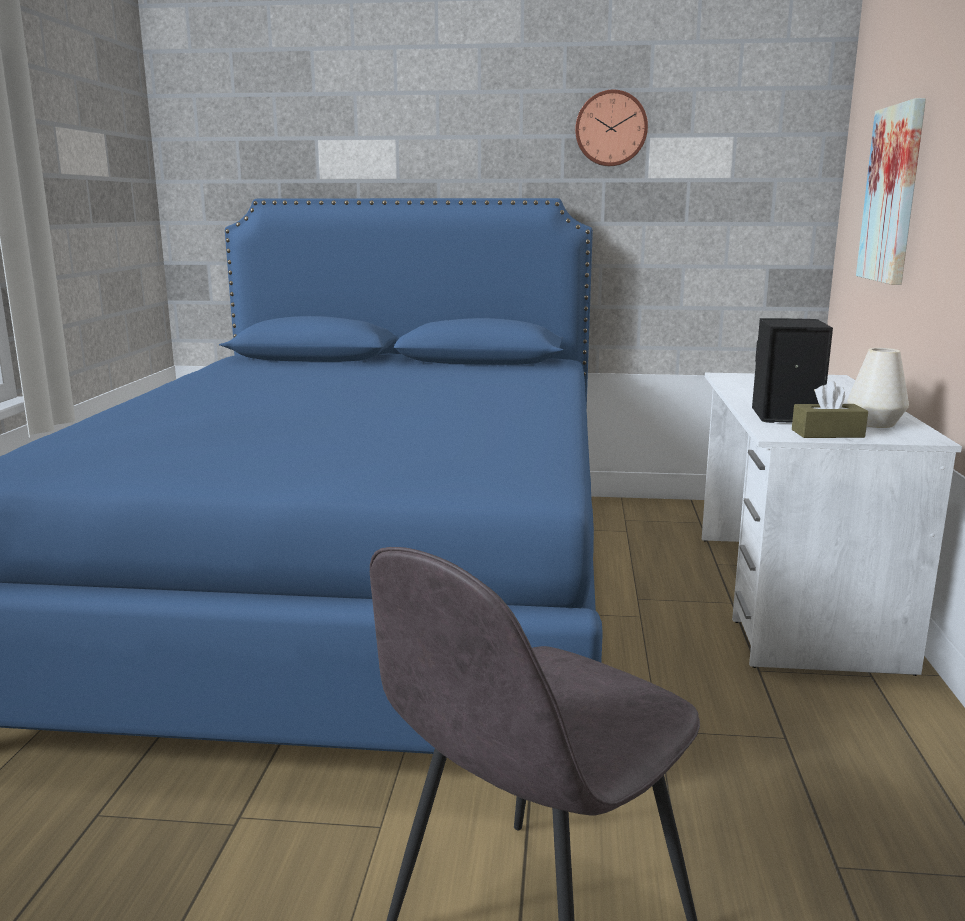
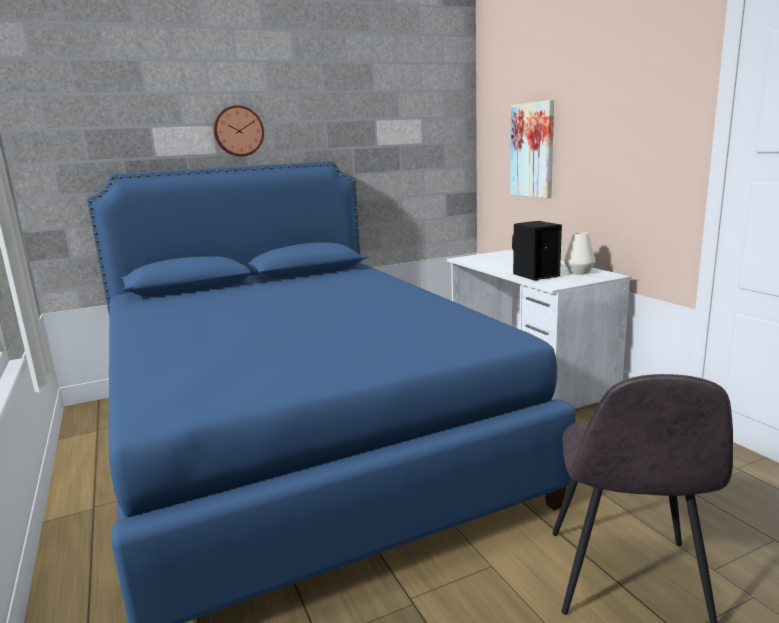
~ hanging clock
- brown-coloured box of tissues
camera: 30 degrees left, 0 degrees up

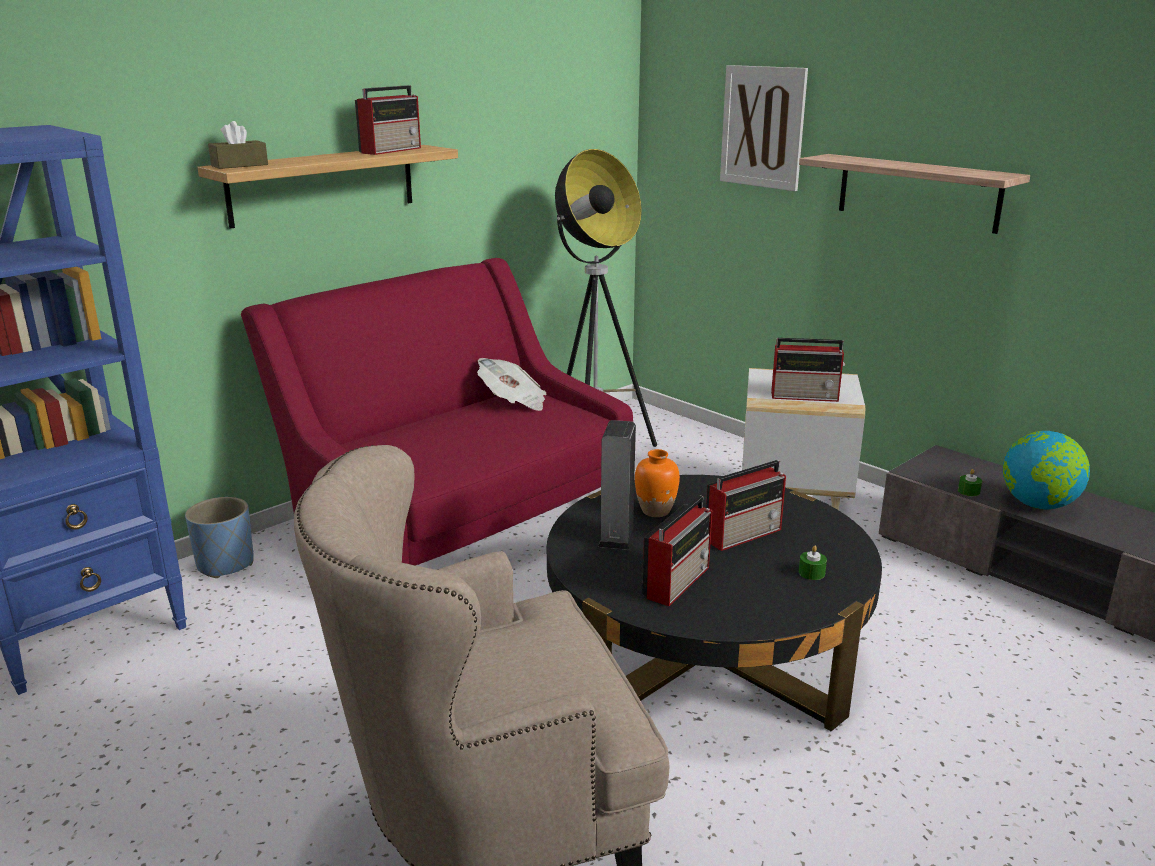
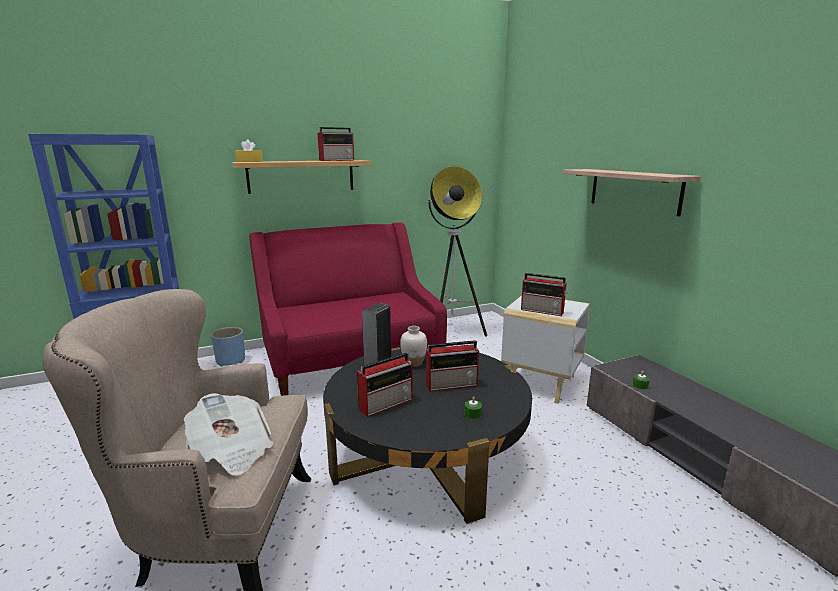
~ newspaper
~ brown-coloured box of tissues to yellow-coloured box of tissues
~ orange flower vase to whitish flower vase
- picture
- world globe
camera: 20 degrees right, 5 degrees down

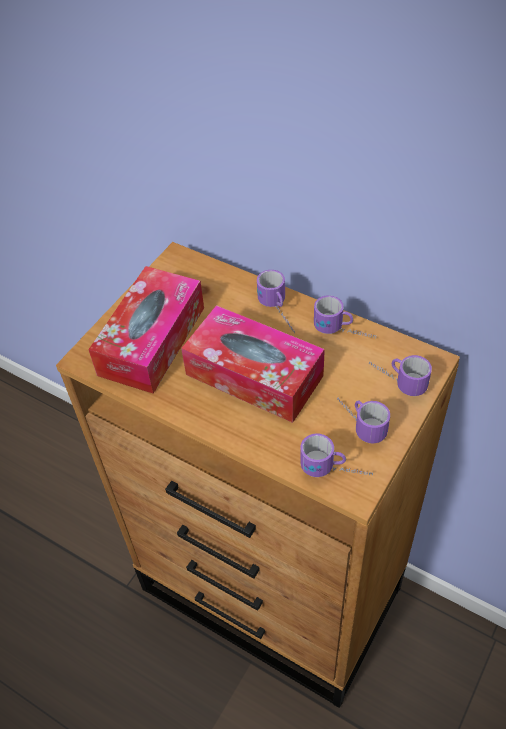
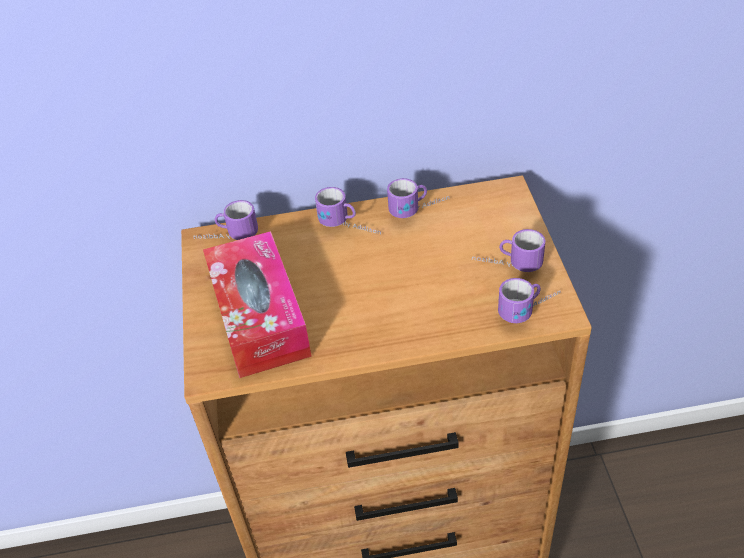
~ coffee mug (no. 5 from left in the first image) to coffee mug (no. 1 from left)
- box of tissues (no. 2 from left)
camera: 40 degrees left, 5 degrees down

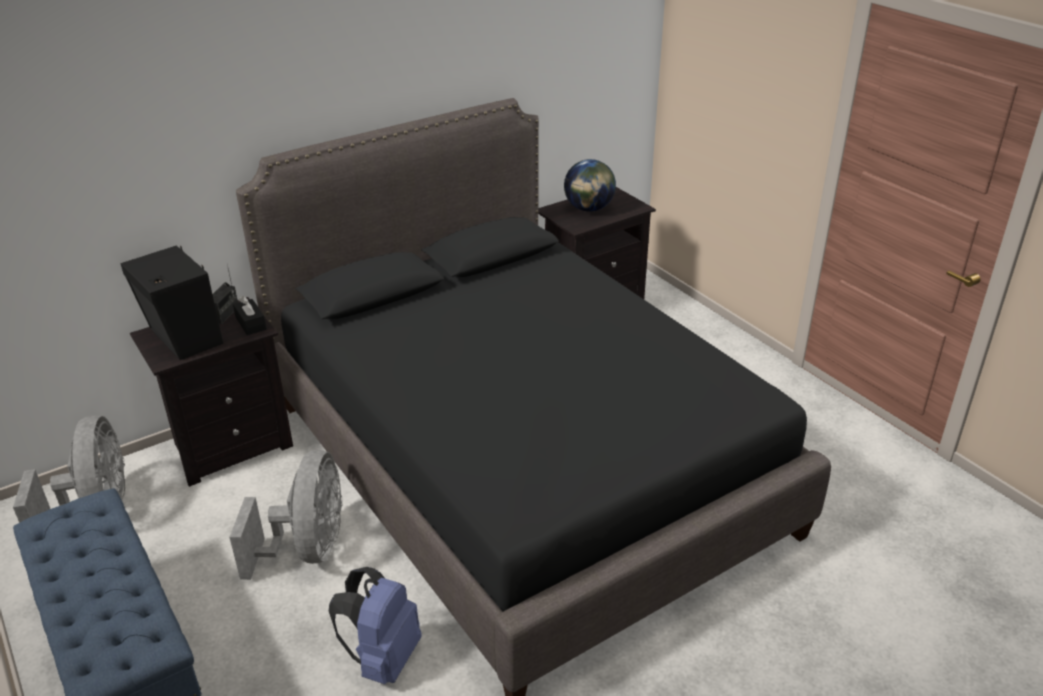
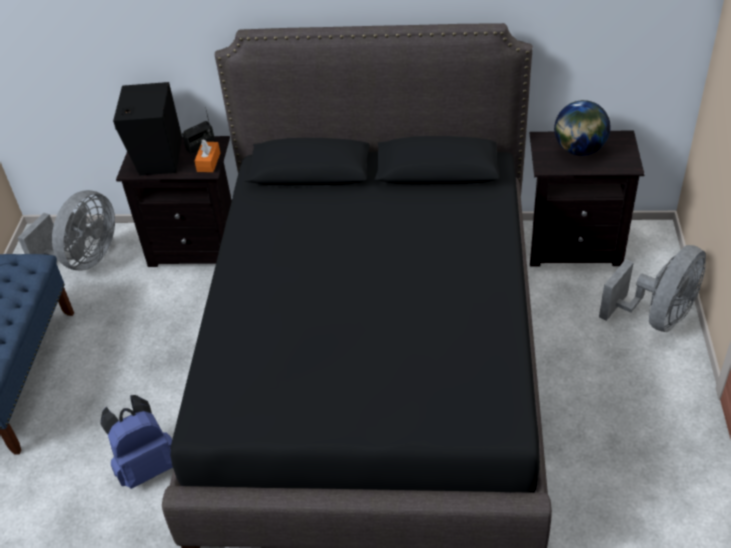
~ black-coloured box of tissues to orange box of tissues
~ greyish fan (no. 2 from left)
camera: 40 degrees right, 10 degrees up

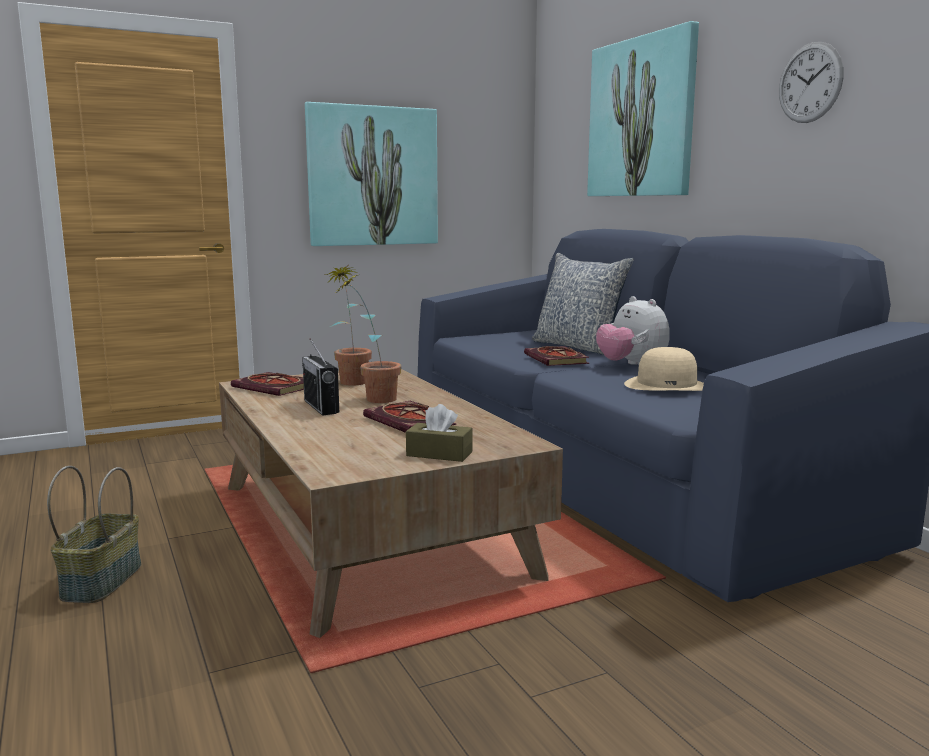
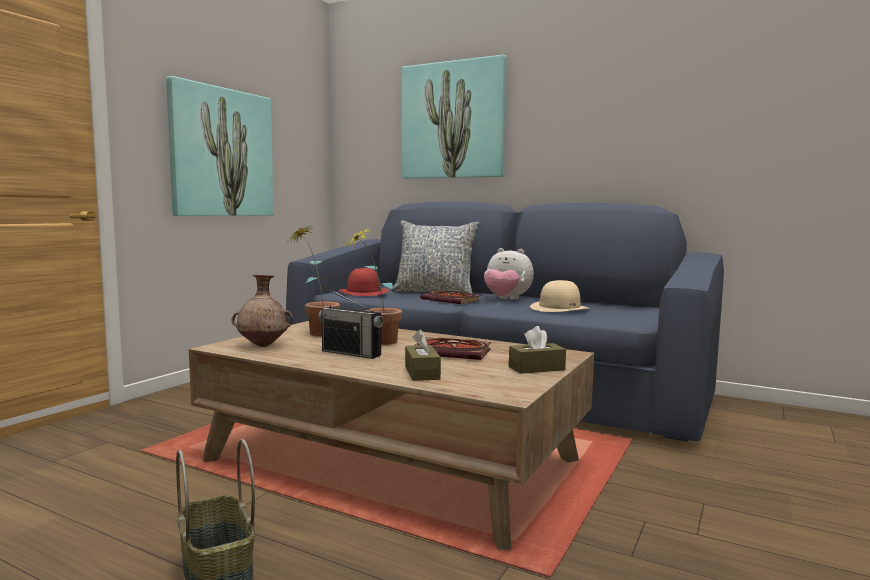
~ book (no. 1 from left) to brown-coloured flower vase
+ reddish hat
+ brown-coloured box of tissues (no. 1 from left)
- hanging clock
camera: 35 degrees left, 5 degrees down

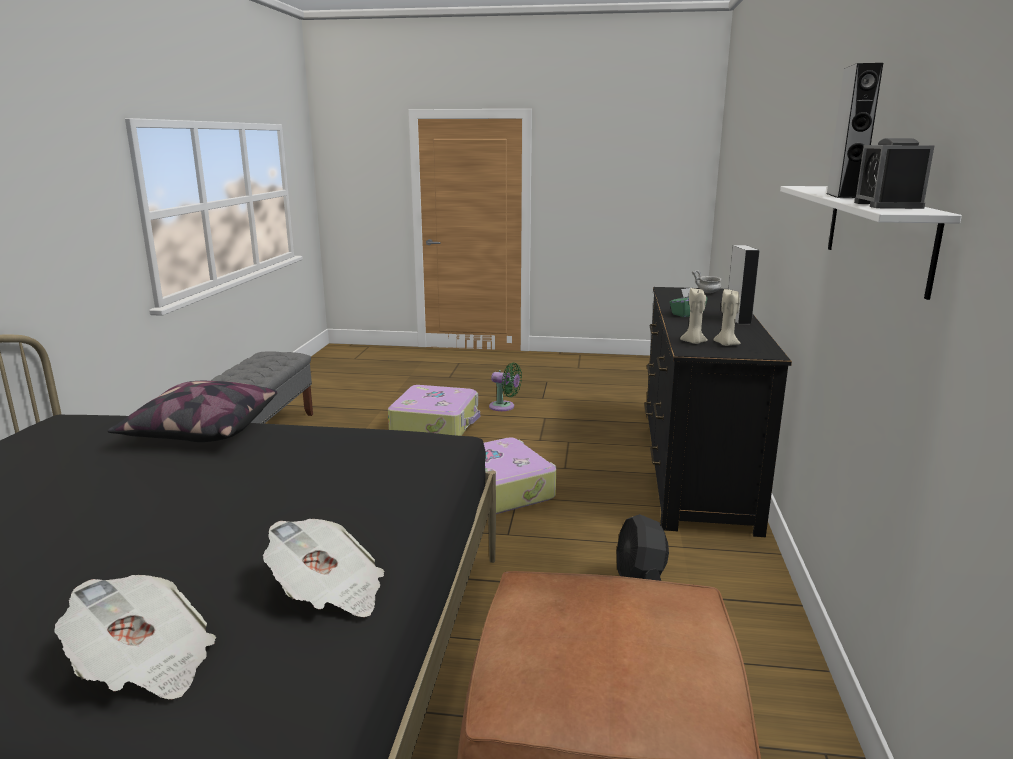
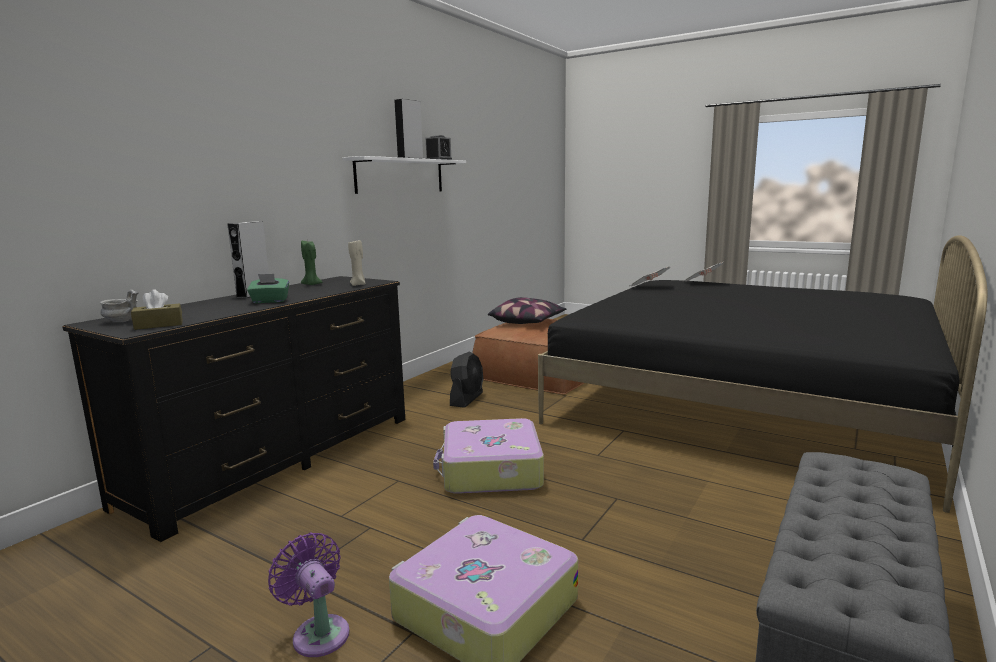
+ brown-coloured box of tissues
~ green fan to purplish fan
+ green wax candle
~ pillow
- sand-coloured wax candle (no. 2 from left)
camera: 155 degrees left, 5 degrees down

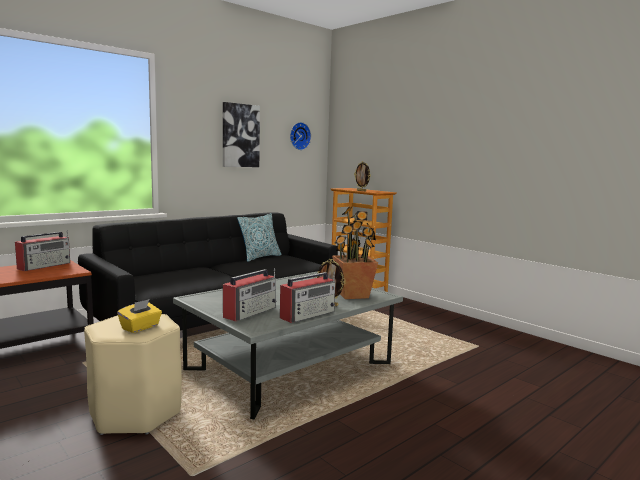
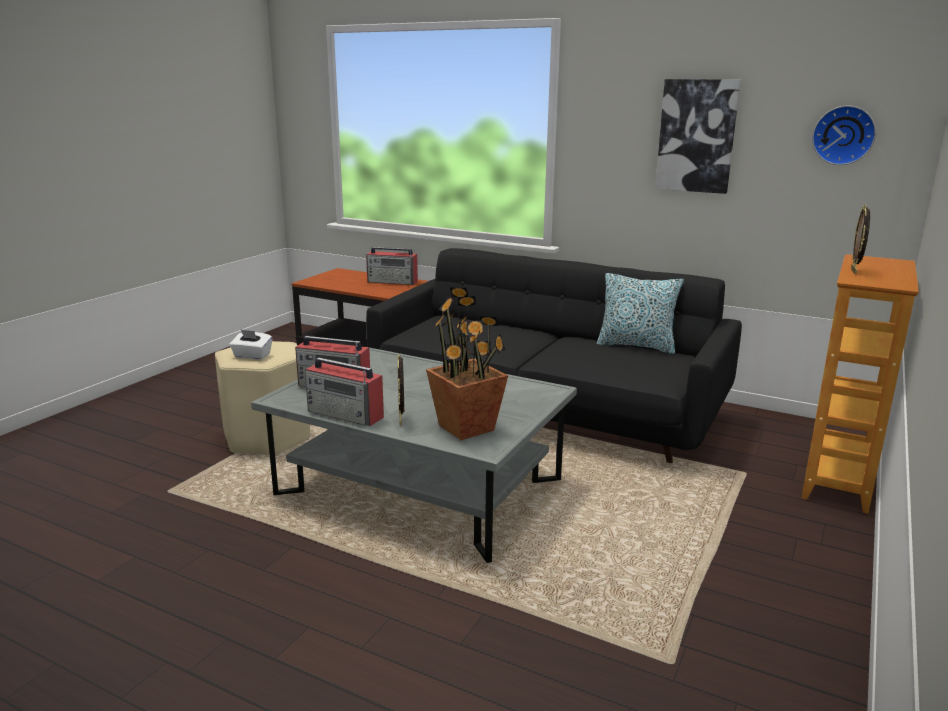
~ yellow-coloured box of tissues to whitish box of tissues
camera: 70 degrees right, 10 degrees up

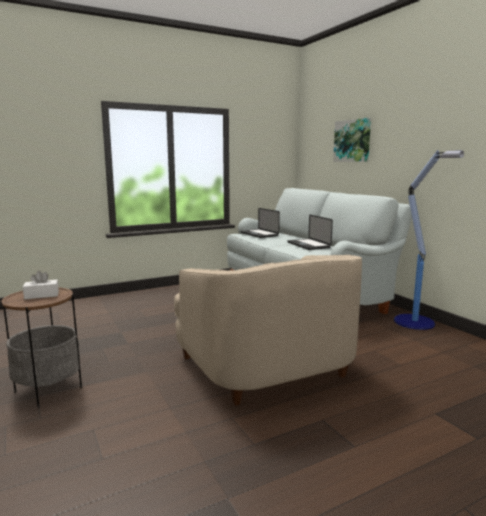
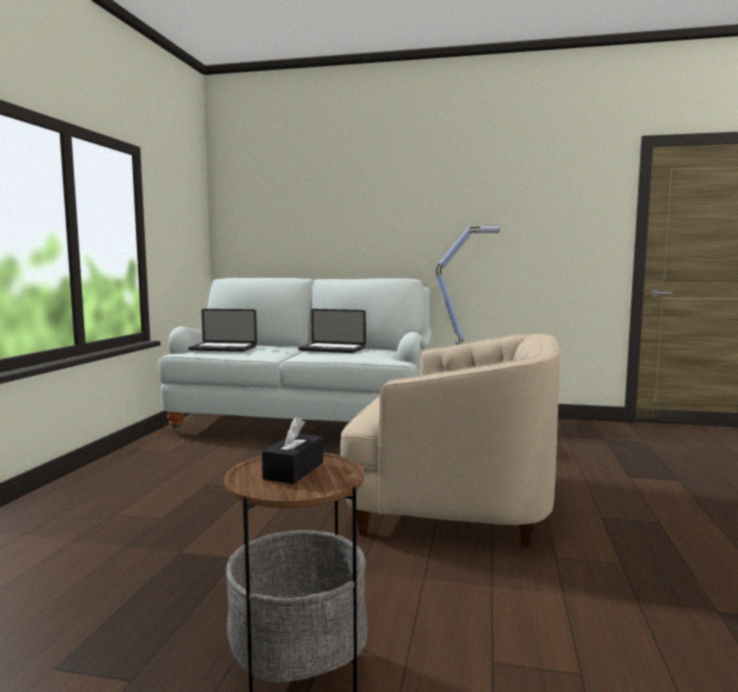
~ whitish box of tissues to black-coloured box of tissues
- picture
camera: 50 degrees left, 5 degrees down

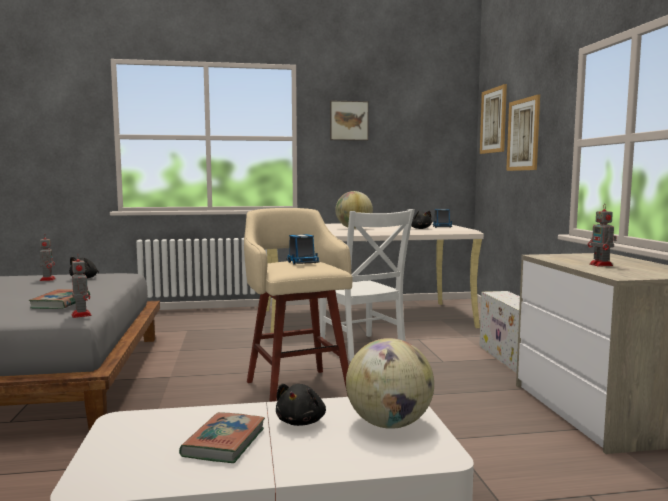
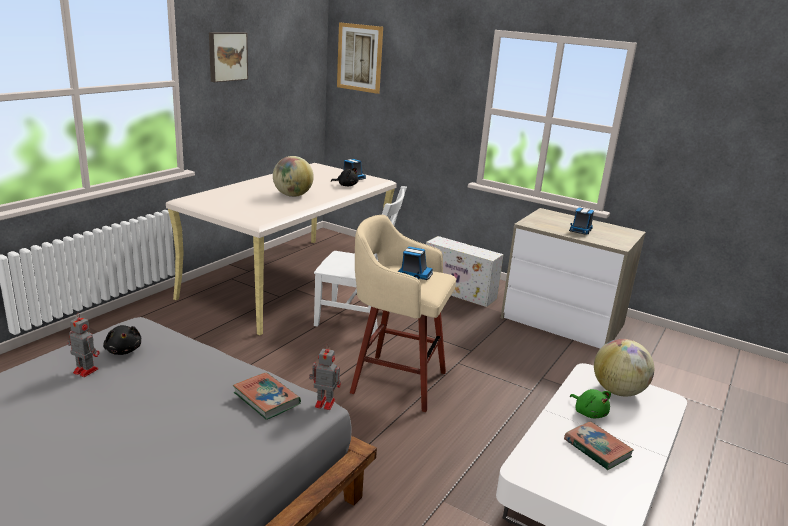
~ toy robot (no. 3 from left) to toy lorry (no. 3 from left)
~ black-coloured soft toy (no. 2 from left) to green soft toy
- picture (no. 3 from left)
camera: 50 degrees left, 15 degrees up

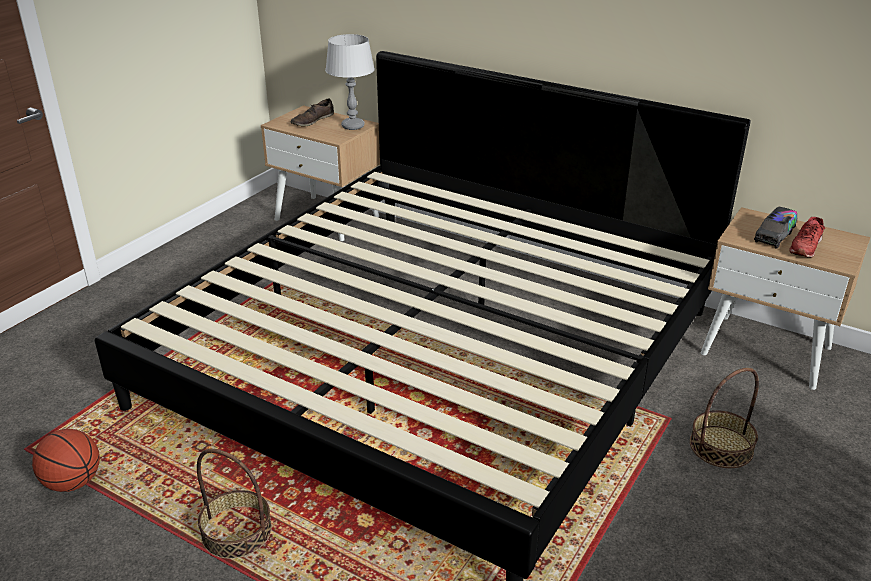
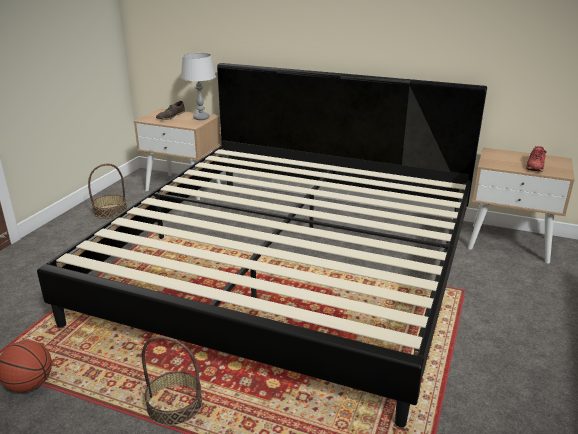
~ storage basket (no. 2 from left in the first image) to storage basket (no. 1 from left)
- toy lorry
camera: 10 degrees left, 5 degrees down

